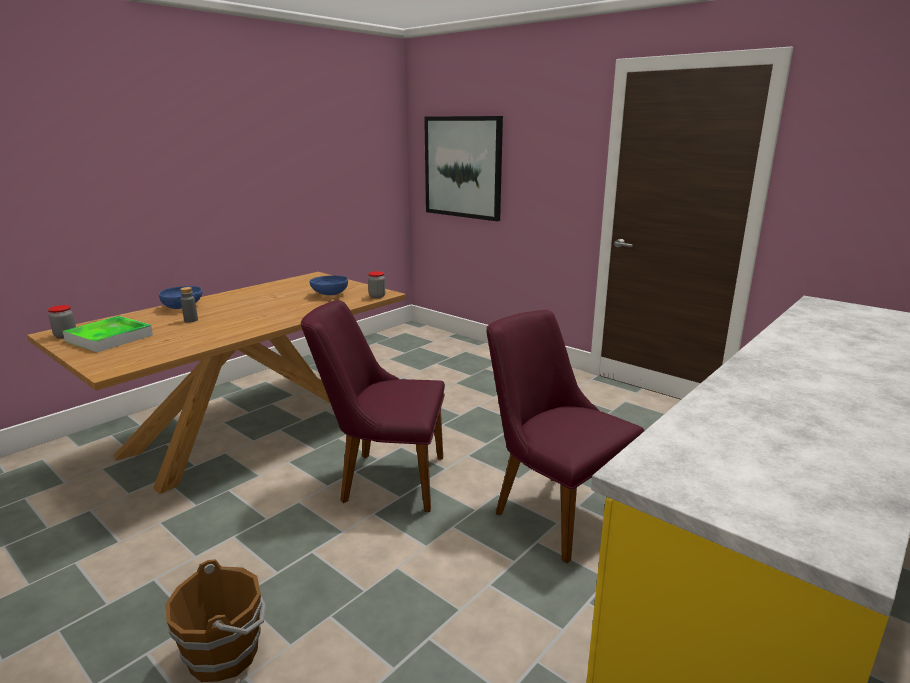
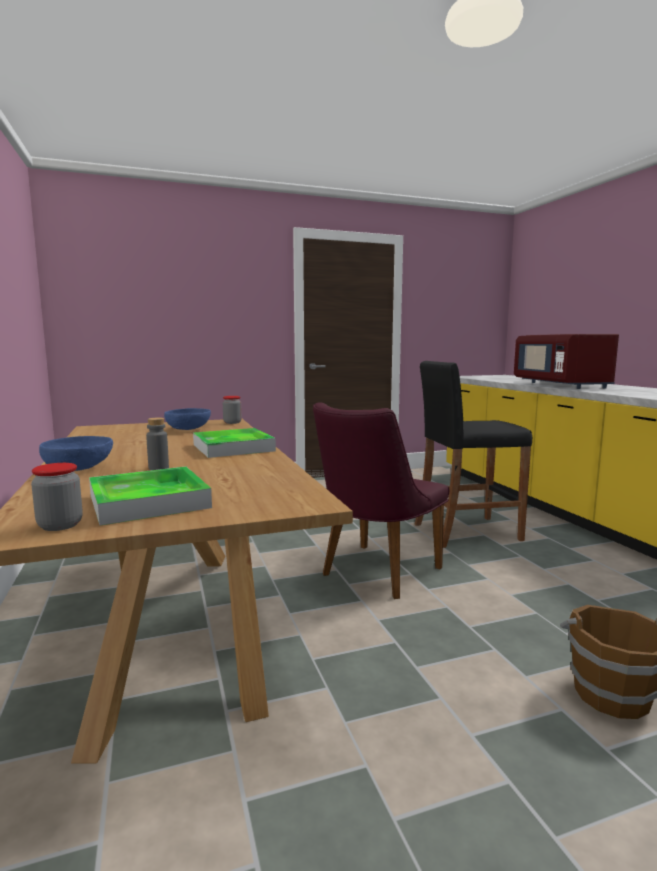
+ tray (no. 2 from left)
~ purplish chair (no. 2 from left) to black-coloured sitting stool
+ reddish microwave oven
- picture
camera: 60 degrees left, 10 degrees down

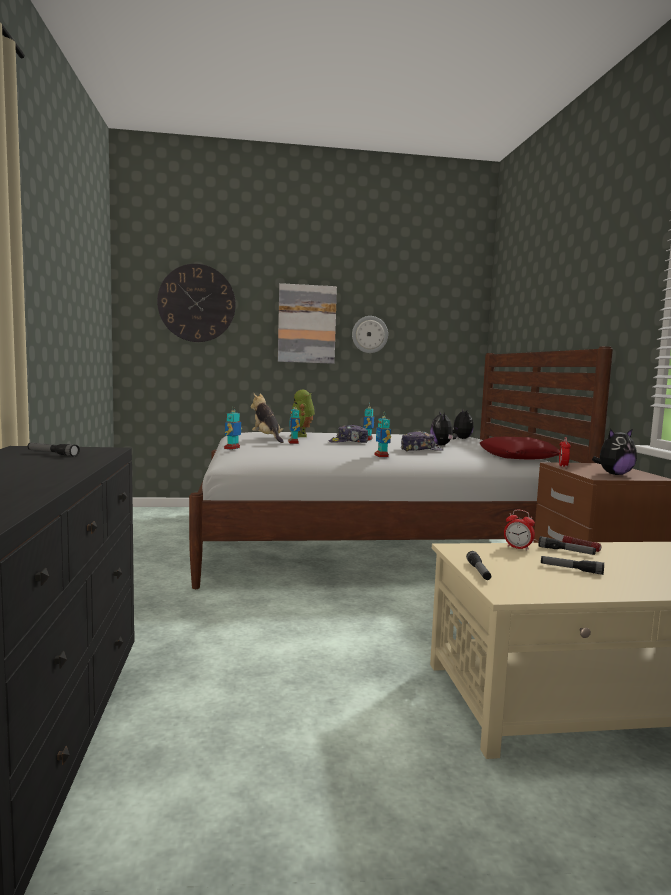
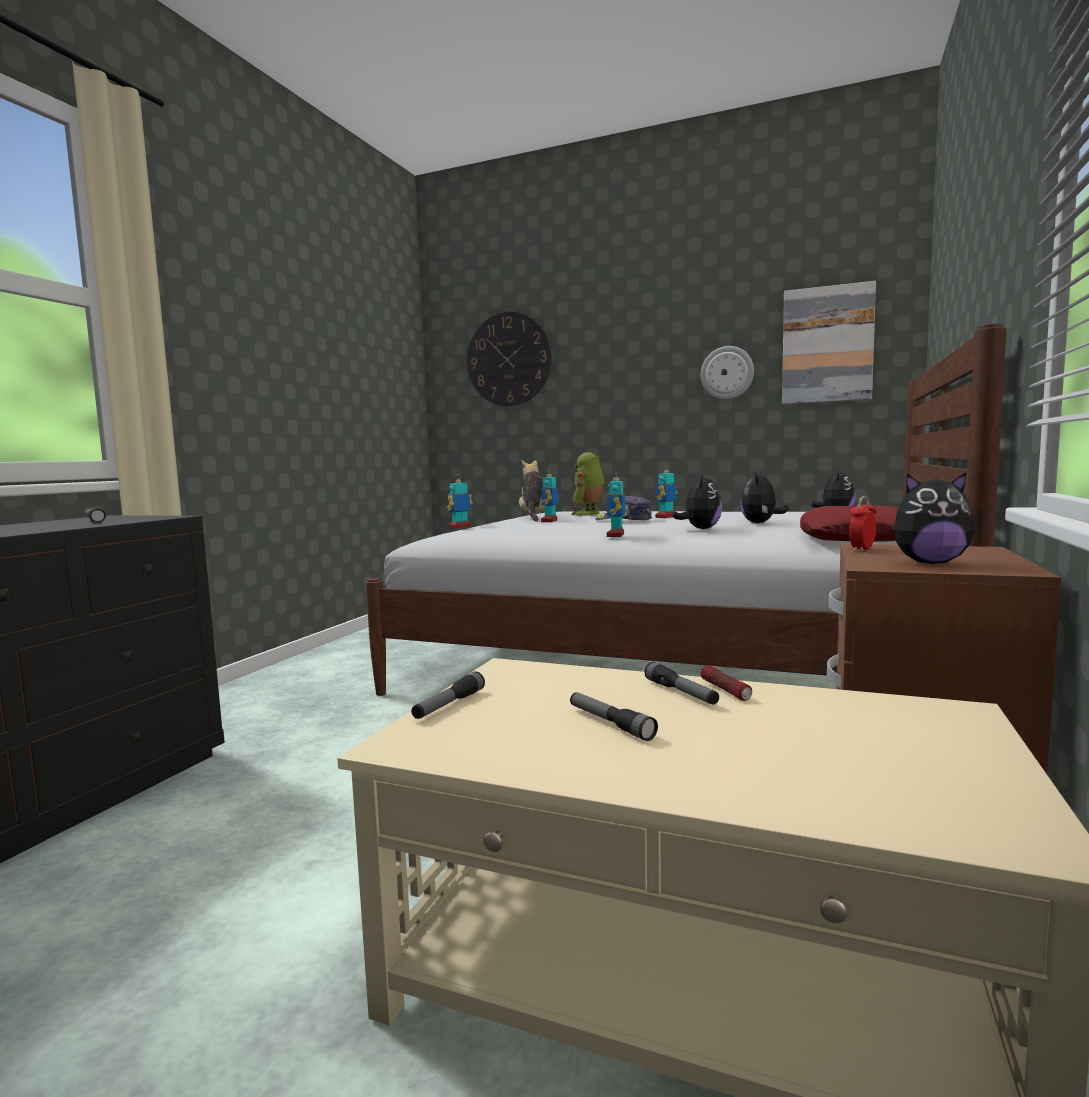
~ cap (no. 2 from left) to soft toy (no. 2 from left)
~ picture
- alarm clock (no. 1 from left)
camera: 30 degrees right, 0 degrees up

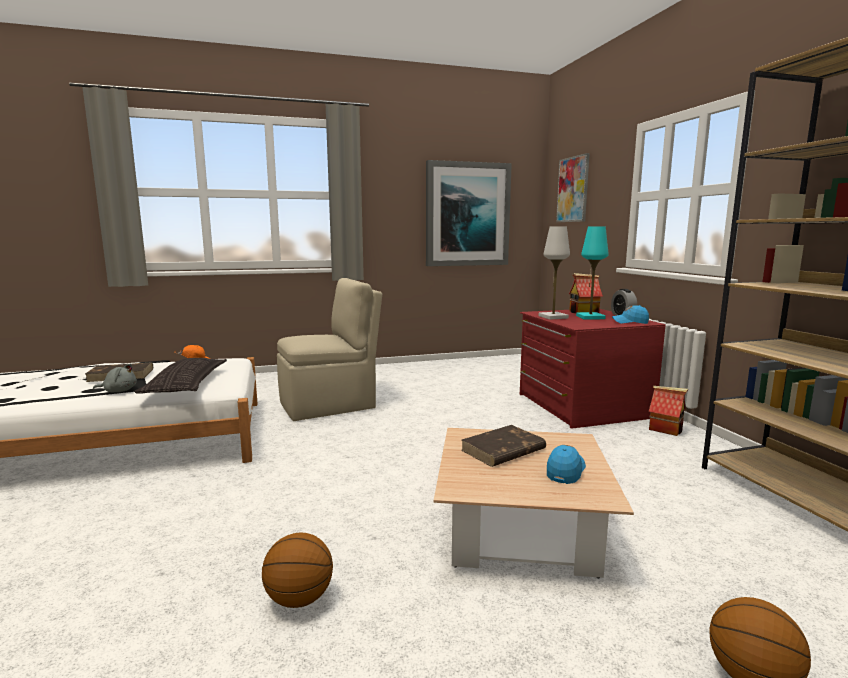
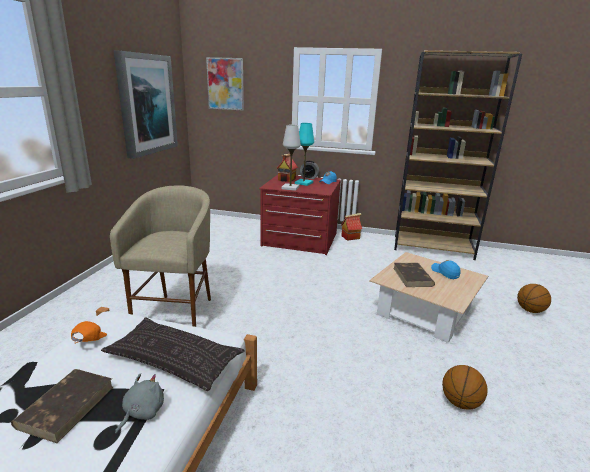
~ sand-coloured chair to sand-coloured sitting stool
camera: 60 degrees left, 10 degrees up

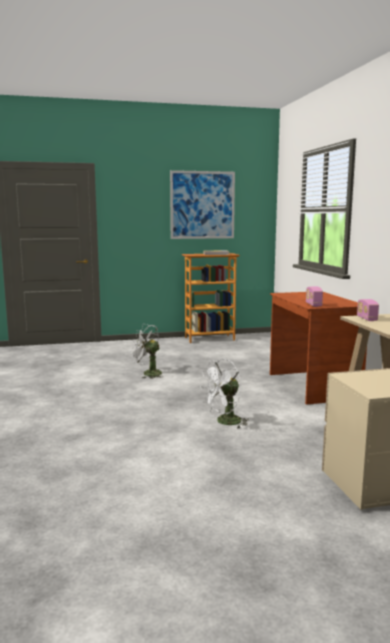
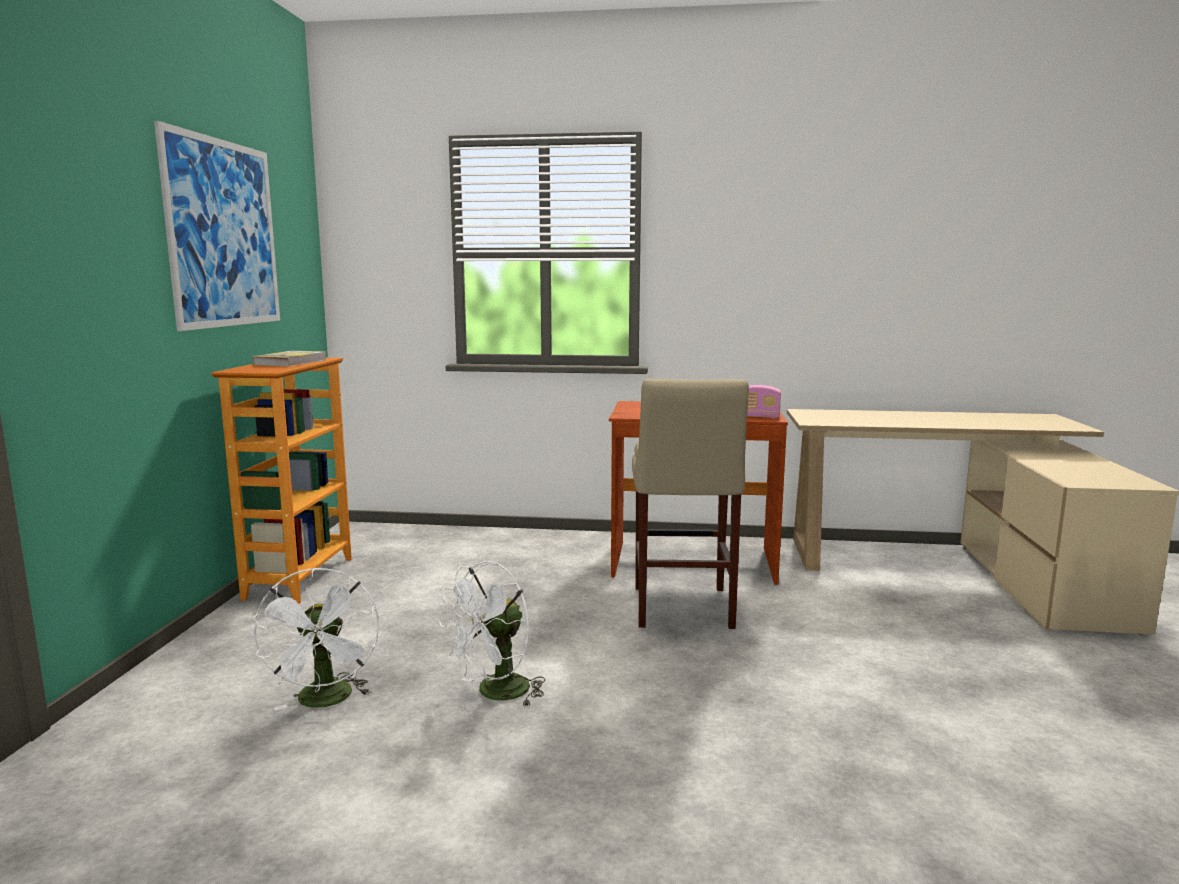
~ whitish fan (no. 2 from left in the first image) to whitish fan (no. 1 from left)
+ sand-coloured sitting stool
- radio (no. 2 from left)
camera: 70 degrees left, 0 degrees up

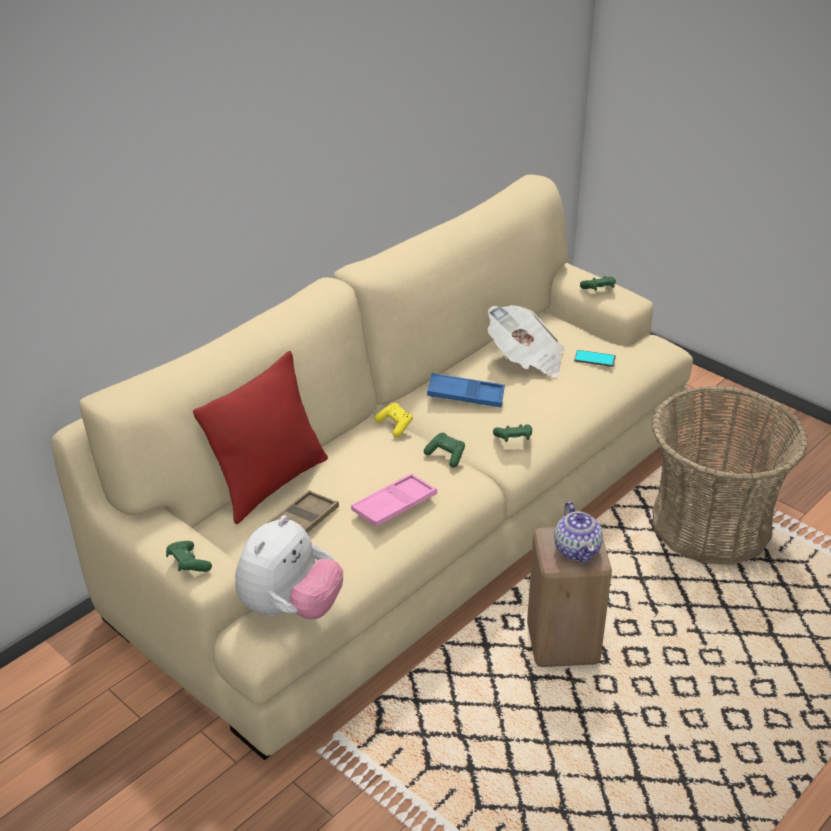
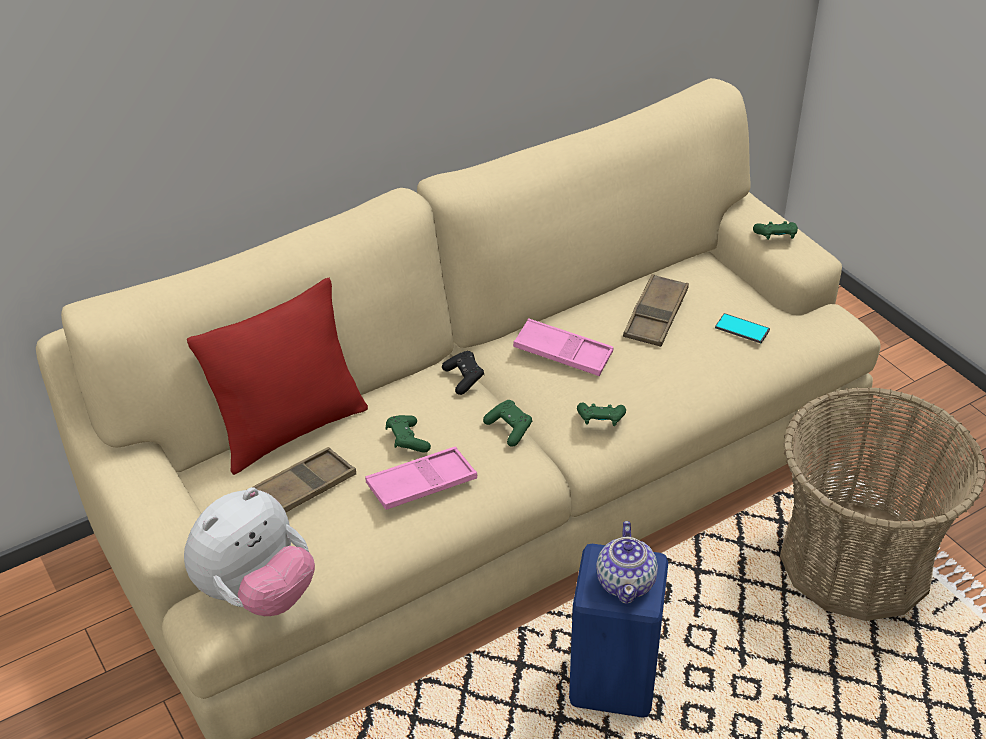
~ green joypad (no. 1 from left)
~ yellow-coloured joypad to black-coloured joypad
~ blue-coloured tray to pink-coloured tray (no. 2 from left)
~ sand-coloured sitting stool to blue-coloured sitting stool
~ newspaper to brown-coloured tray (no. 2 from left)
camera: 15 degrees right, 5 degrees up

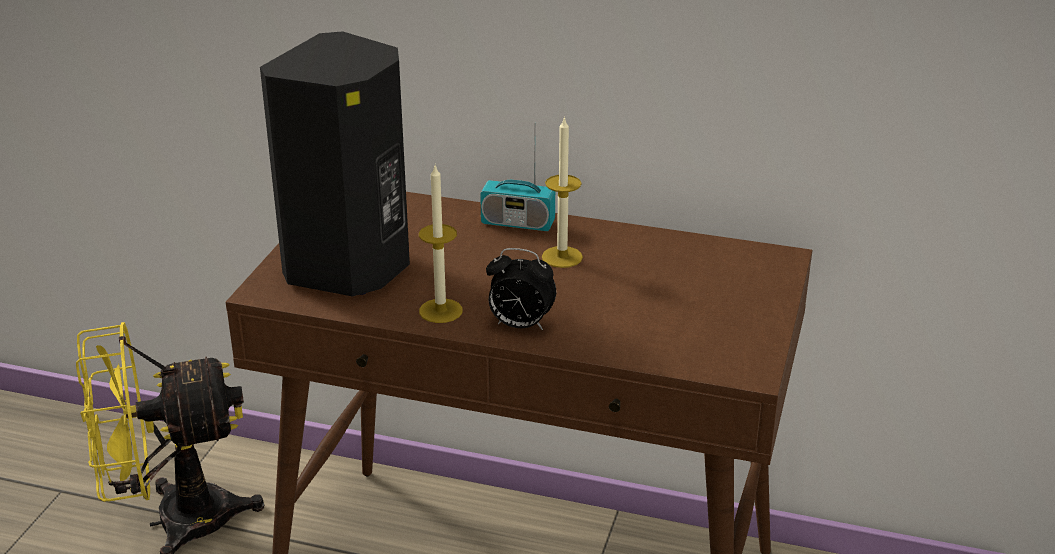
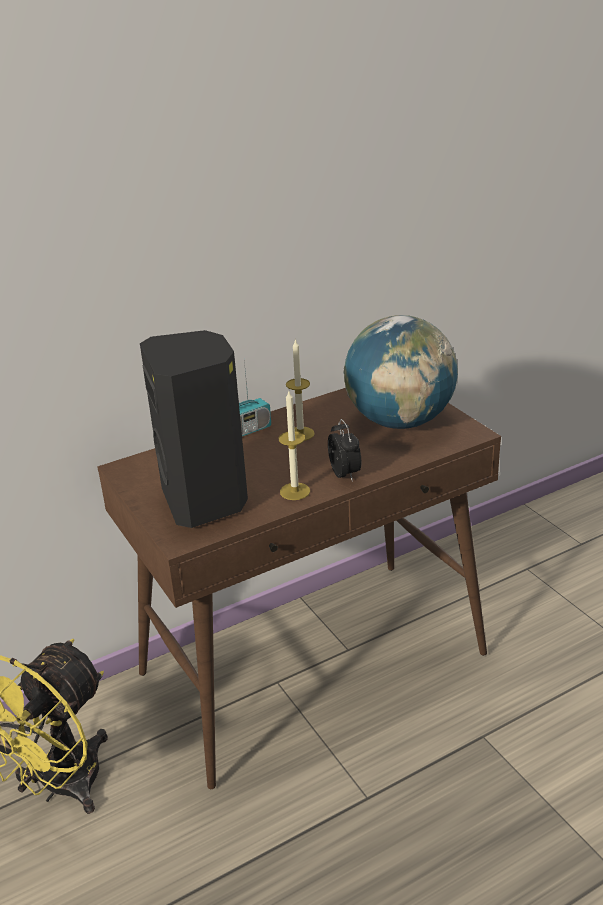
~ alarm clock 75 degrees counterclockwise
+ world globe
camera: 45 degrees left, 0 degrees up

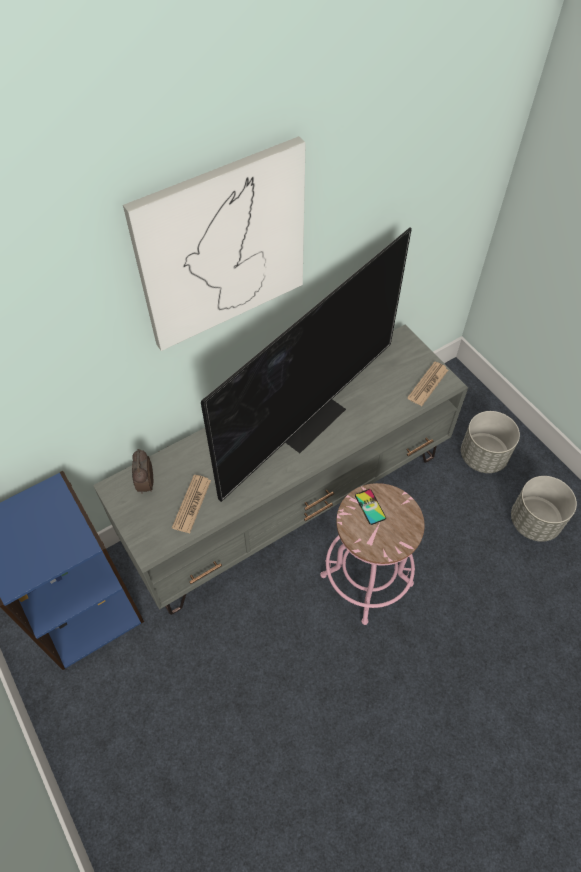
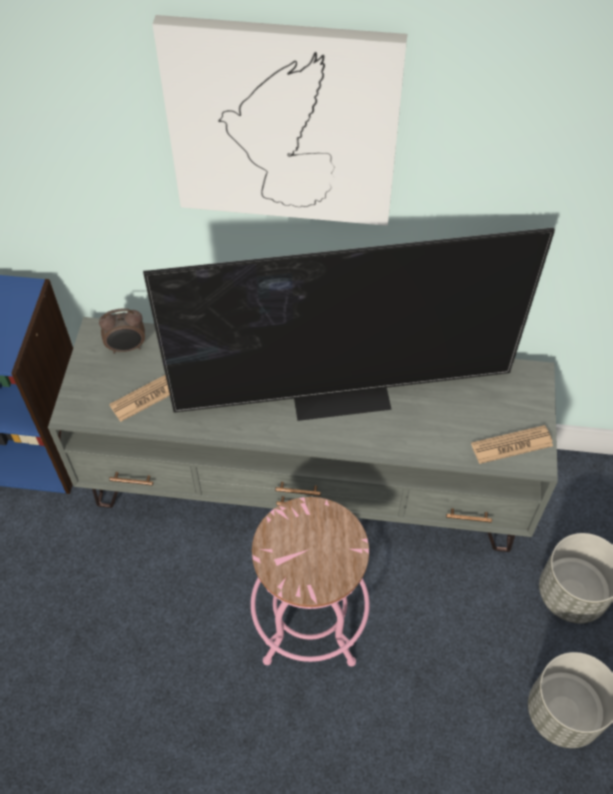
~ alarm clock 135 degrees counterclockwise
- telephone
camera: 40 degrees right, 0 degrees up

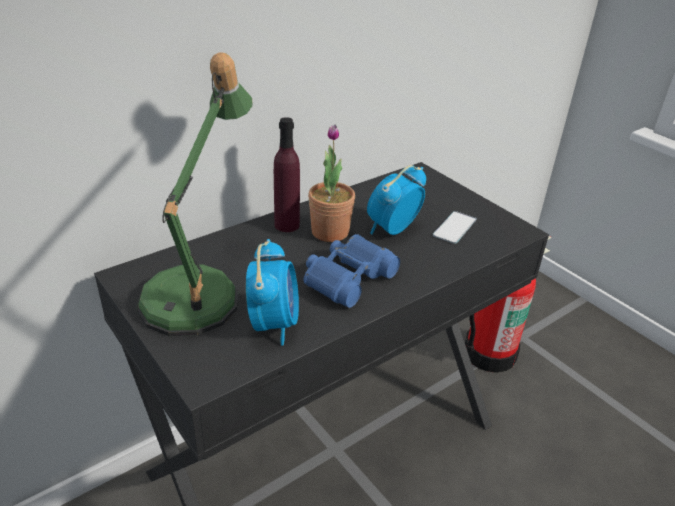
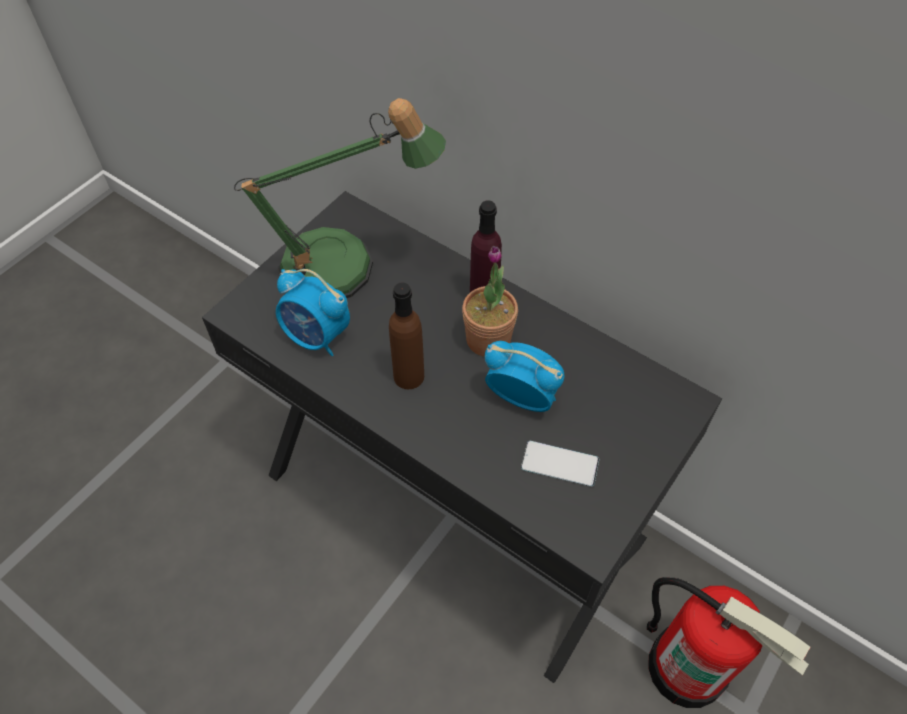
~ alarm clock (no. 1 from left) 45 degrees clockwise
~ blue-coloured pair of binoculars to brown-coloured bottle
camera: 75 degrees right, 20 degrees up

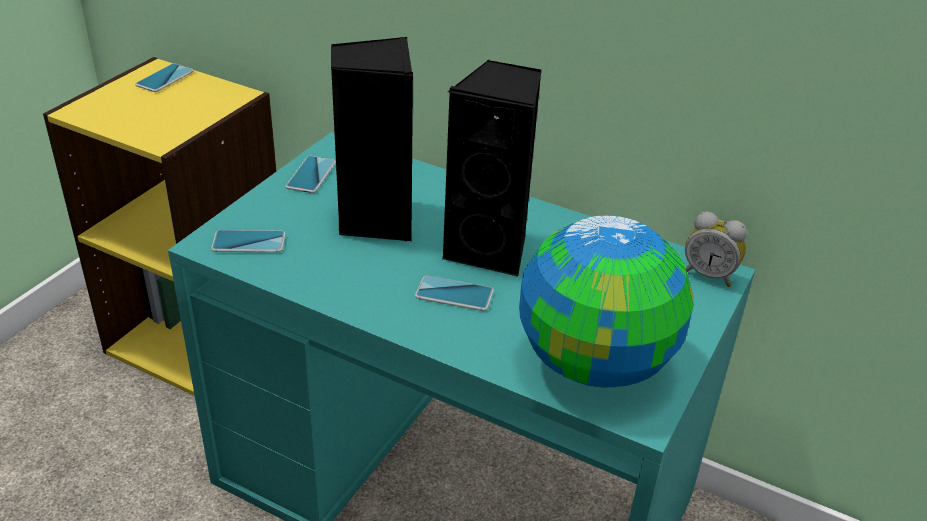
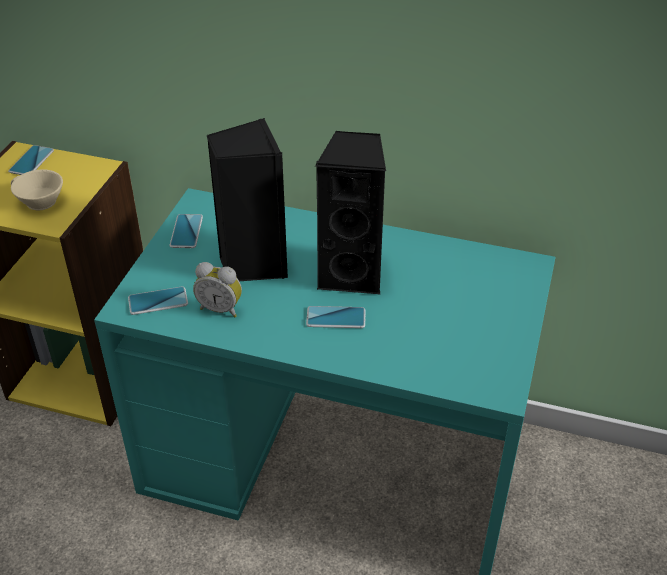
+ sand-coloured cup
~ alarm clock
- world globe
camera: 10 degrees left, 5 degrees up

